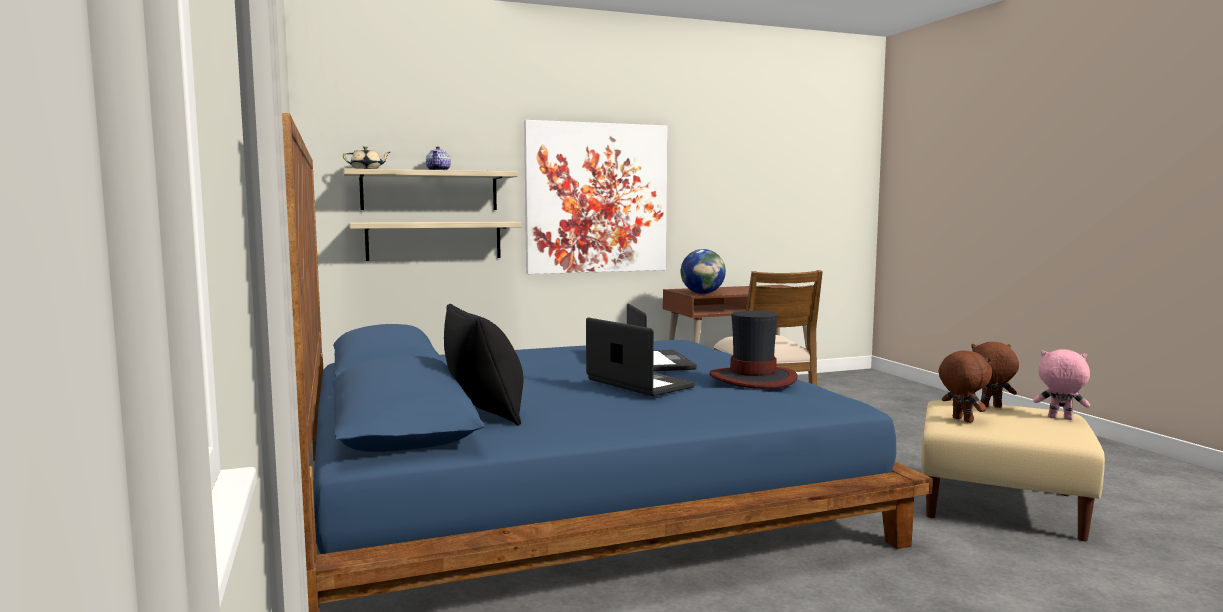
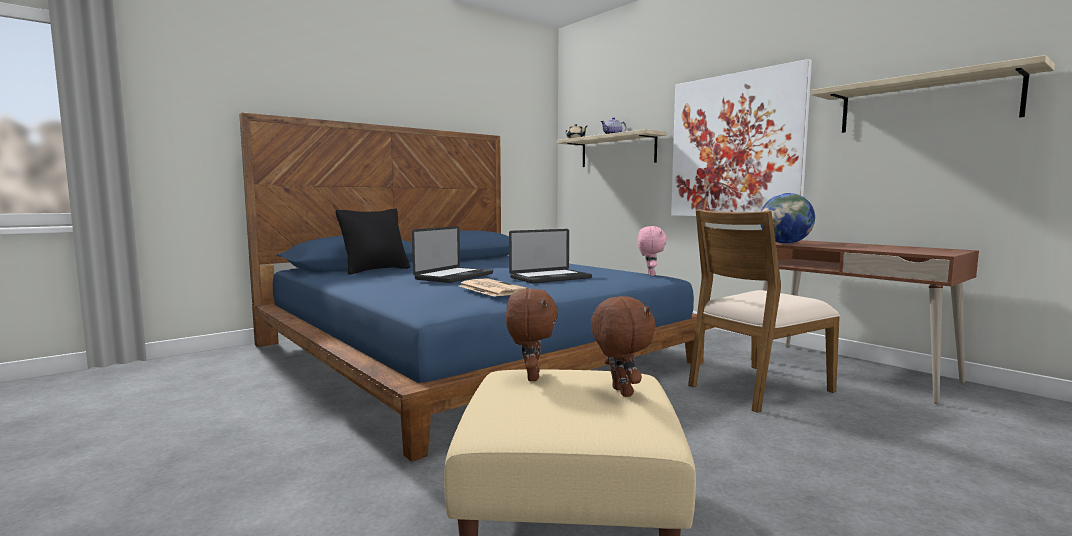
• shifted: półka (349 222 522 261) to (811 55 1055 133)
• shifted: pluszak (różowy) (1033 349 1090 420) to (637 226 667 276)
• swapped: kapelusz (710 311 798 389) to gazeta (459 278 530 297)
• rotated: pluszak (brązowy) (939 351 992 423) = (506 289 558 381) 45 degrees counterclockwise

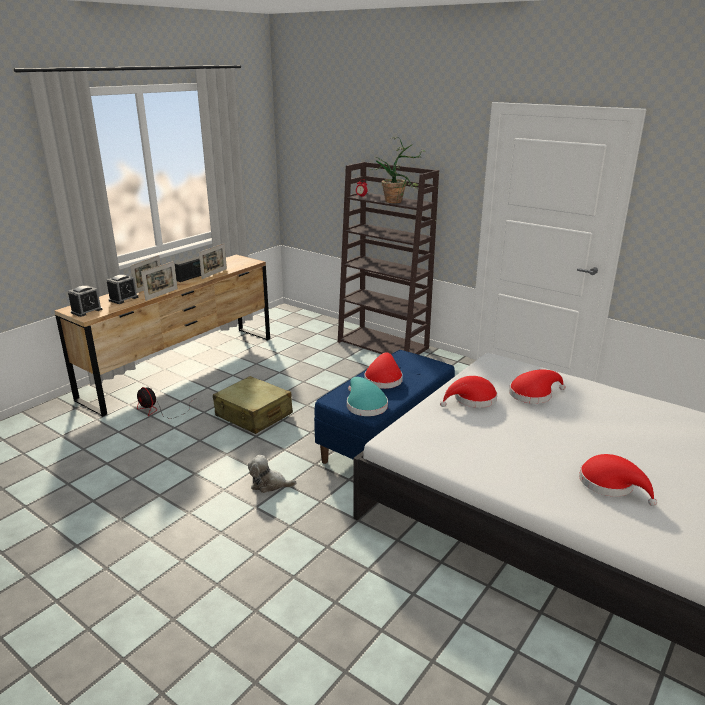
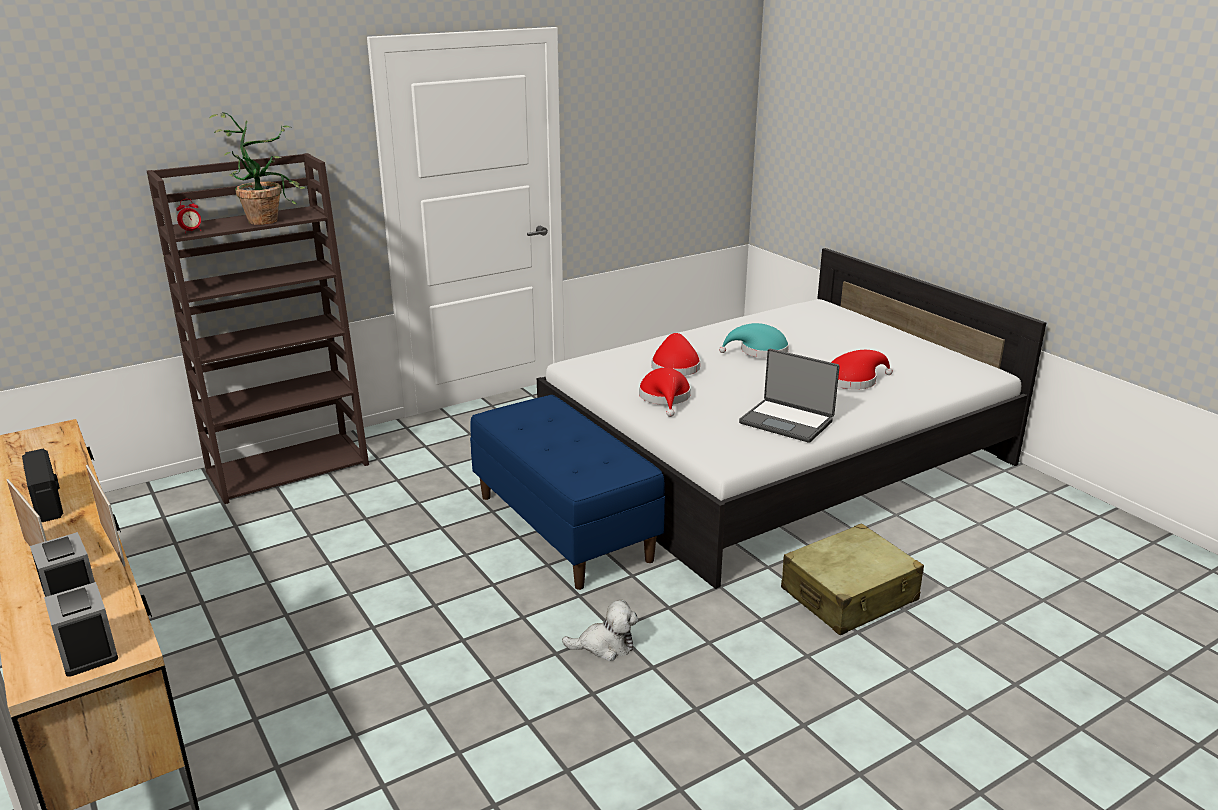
• gone: wentylator (137 387 196 419)
• gone: ramka na zdjęcie (199 243 227 279)
• gone: kapelusz (czerwony) (364 352 403 389)
• new: laptop (739 349 840 443)
• shifted: walizka (beżowy) (213 376 293 434) to (781 523 924 635)
• shifted: kapelusz (turkusowy) (347 377 388 416) to (719 323 789 358)
• rotated: pluszak (248 455 297 493) = (562 599 638 661) 120 degrees counterclockwise

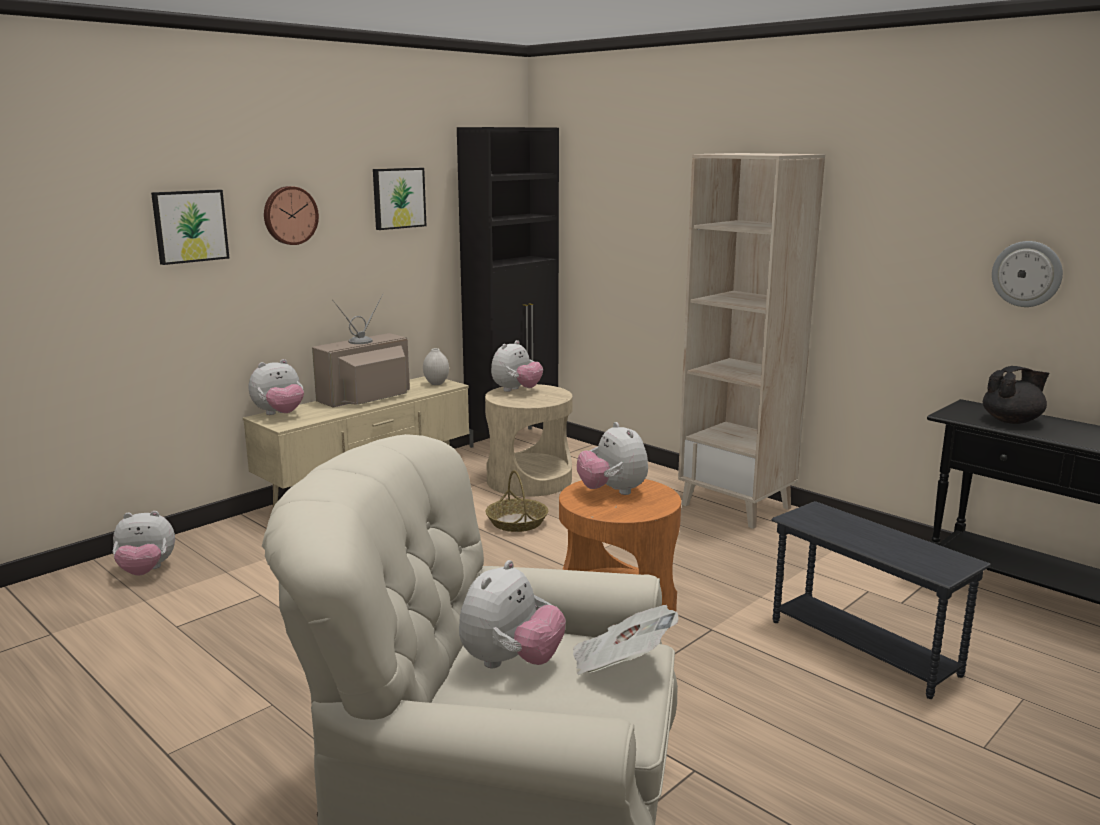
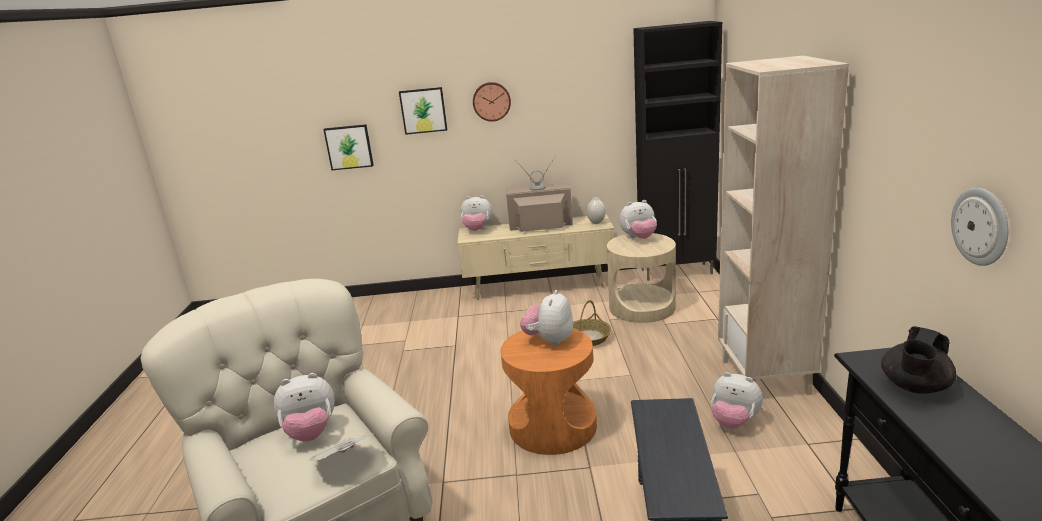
• shifted: pluszak (113 511 175 576) to (711 372 763 429)
• shifted: obraz (373 168 426 230) to (323 124 374 170)
• rotated: imbryk (czarny) (983 366 1049 424) = (881 326 956 394) 105 degrees clockwise

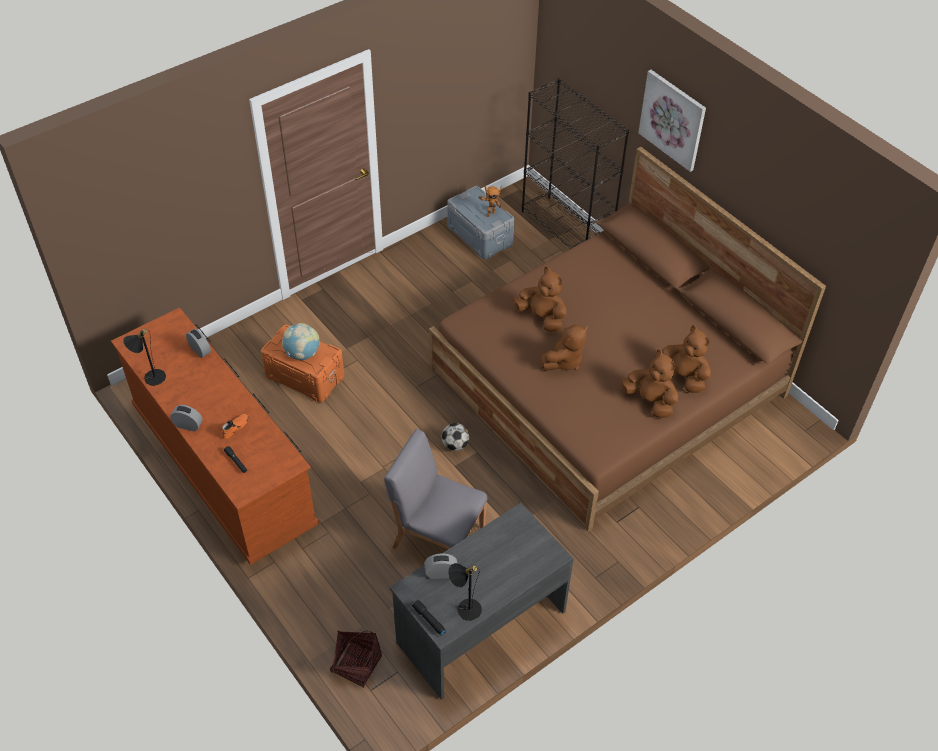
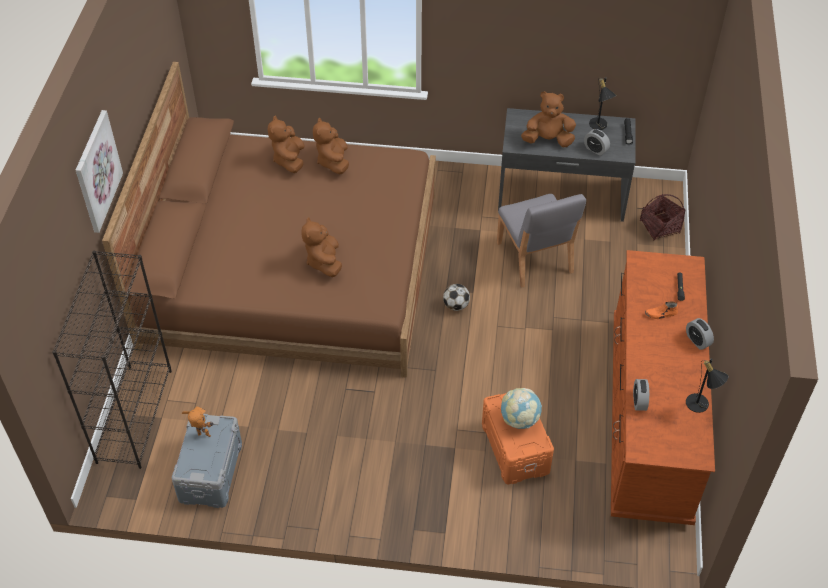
• shifted: pluszak (brązowy) (541 324 588 370) to (521 91 576 147)

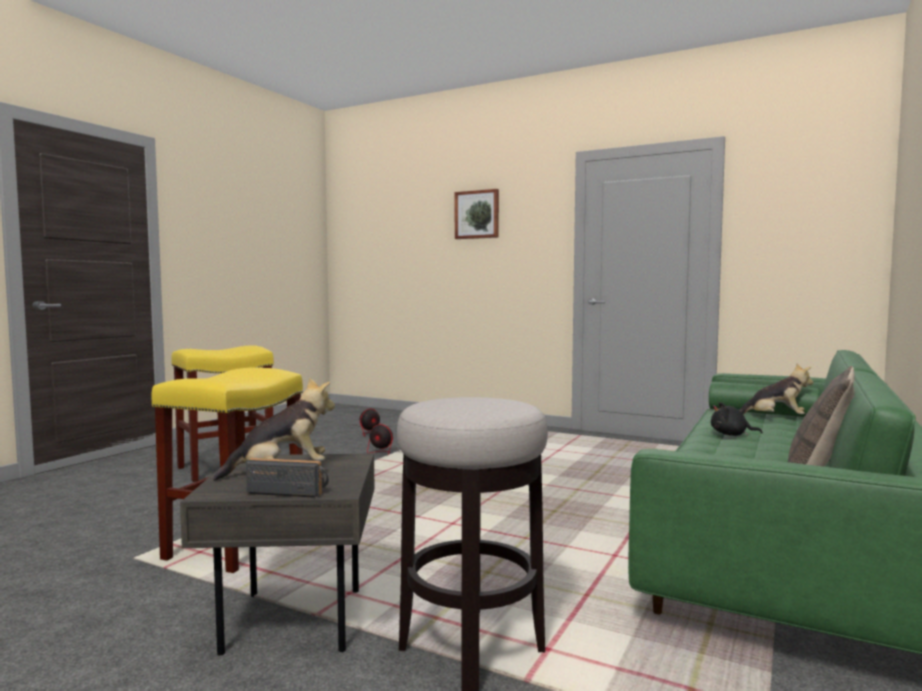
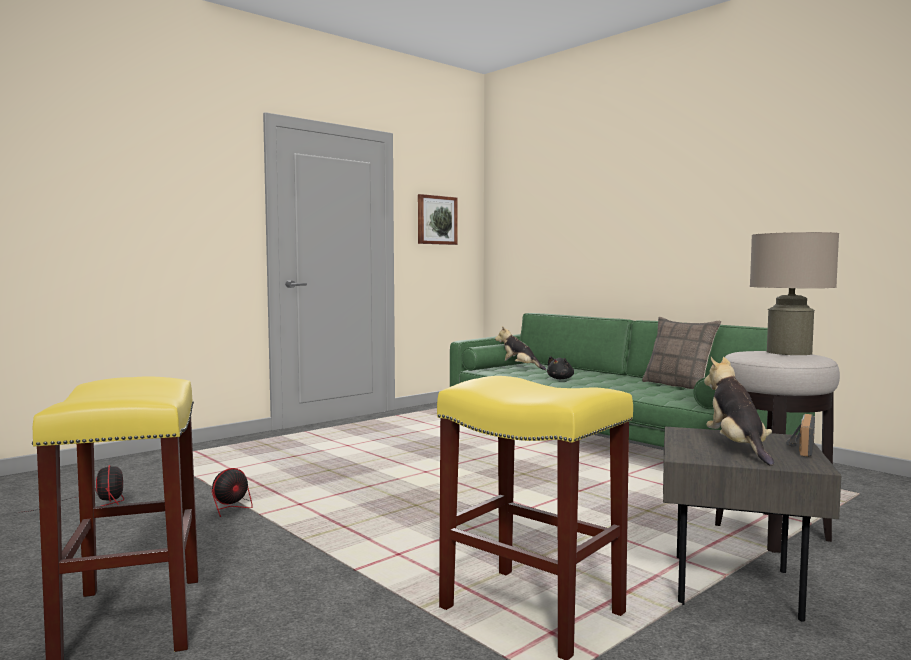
• new: lampa stołowa (beżowy) (750 232 839 355)
• shifted: obraz (455 189 499 239) to (418 194 457 245)
• rotated: pluszak (739 364 813 414) = (495 327 546 370) 90 degrees counterclockwise

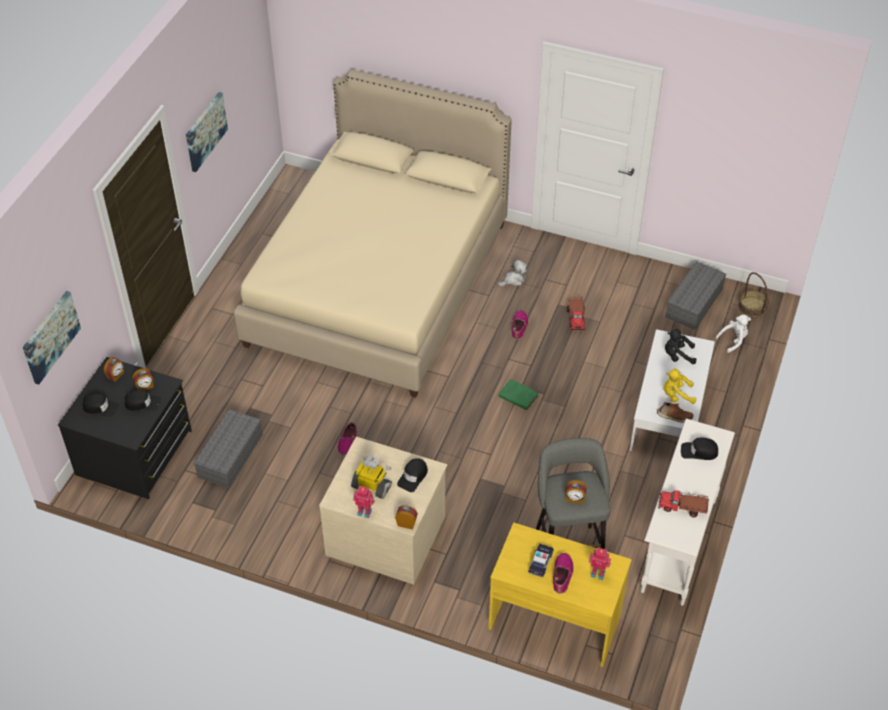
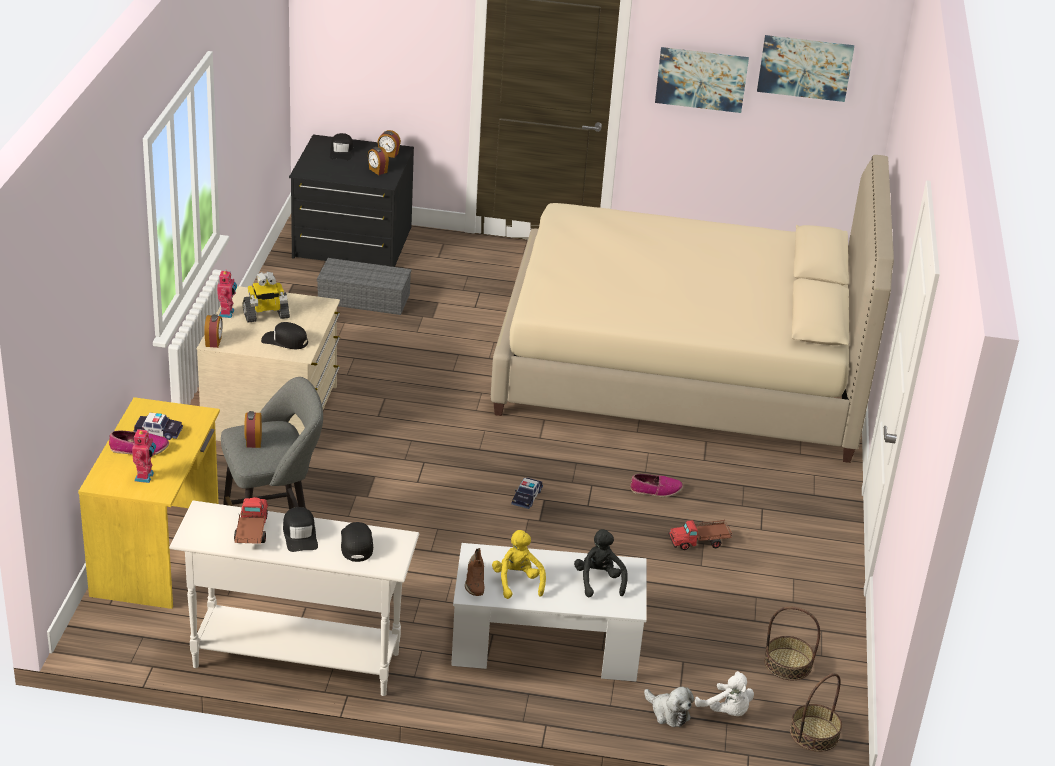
• gone: but (338 422 357 456)
• shifted: obraz (23 291 81 385) to (757 35 854 102)
• shifted: czapka z daszkiem (czarny) (124 390 161 411) to (283 507 318 552)
• shifted: pluszak (498 259 527 287) to (644 687 694 727)
• swapped: książka (zielony) (499 379 539 410) to samochodzik (511 477 543 509)
• swapped: pojemnik do przechowywania (szary) (665 261 726 330) to koszyk (764 606 820 680)
• rotated: robot zabawkowy (351 455 392 499) = (243 272 290 323) 60 degrees clockwise

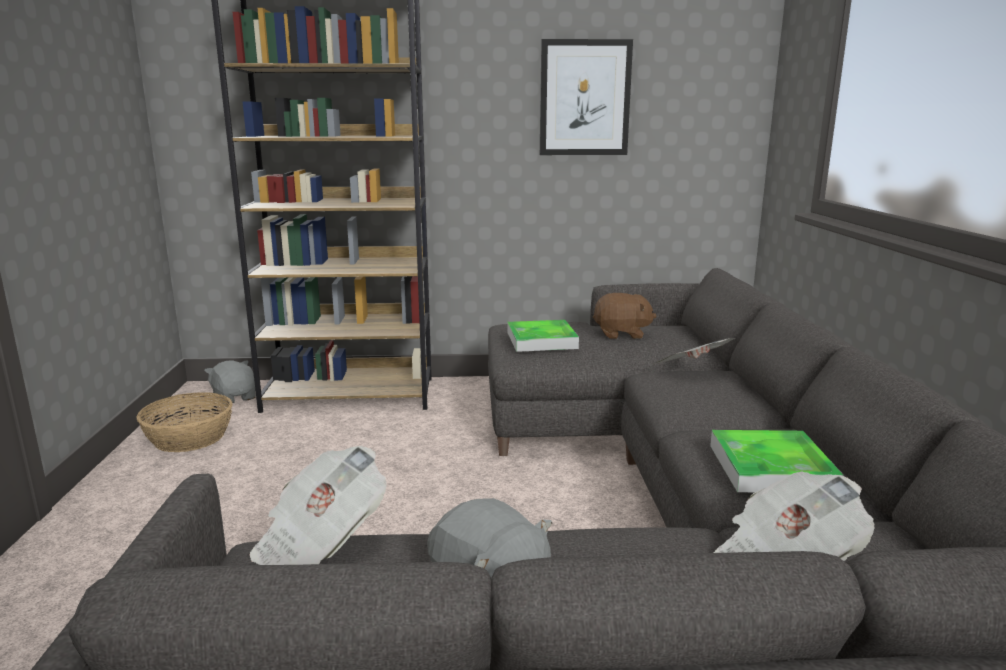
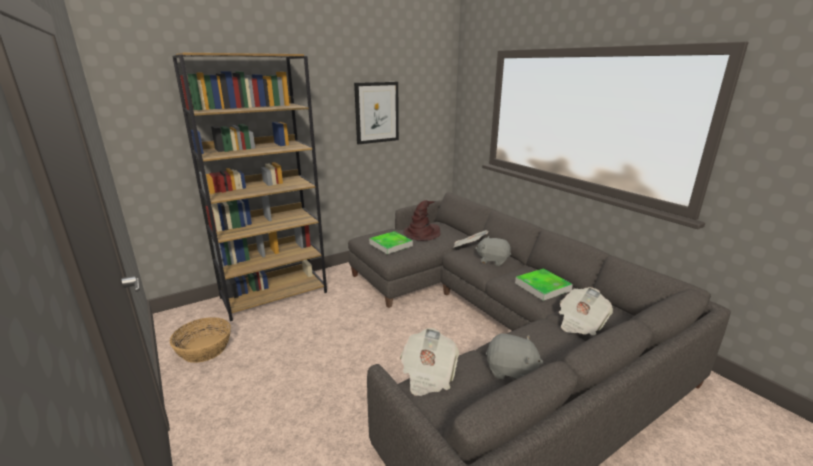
• shifted: pluszak (szary) (204 360 256 405) to (475 236 511 266)
• swapped: pluszak (brązowy) (593 293 656 339) to kapelusz (brązowy) (403 200 441 241)

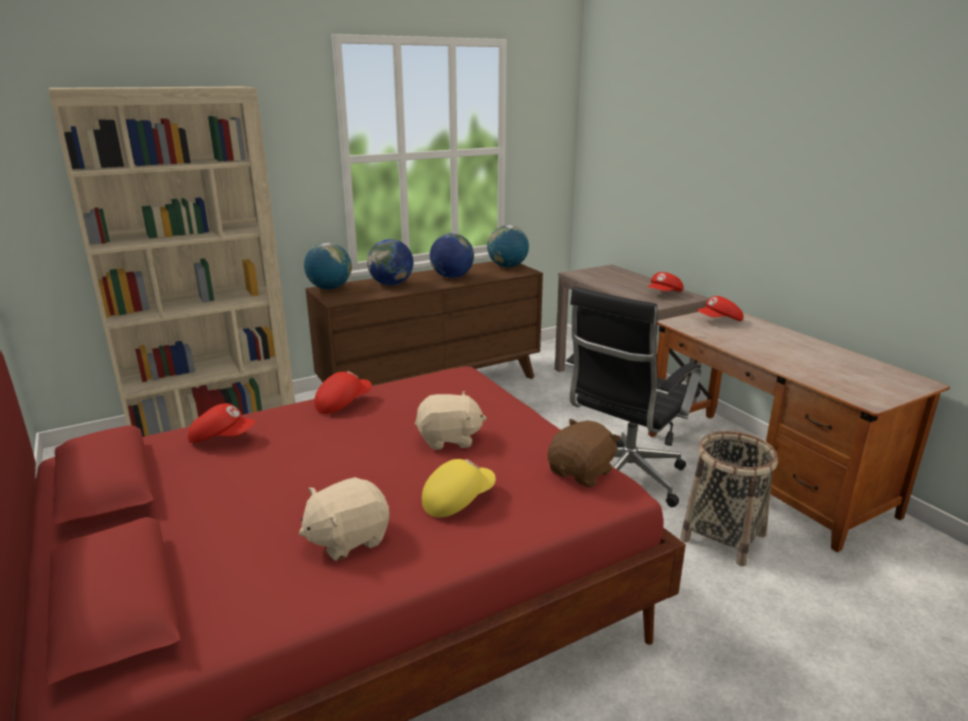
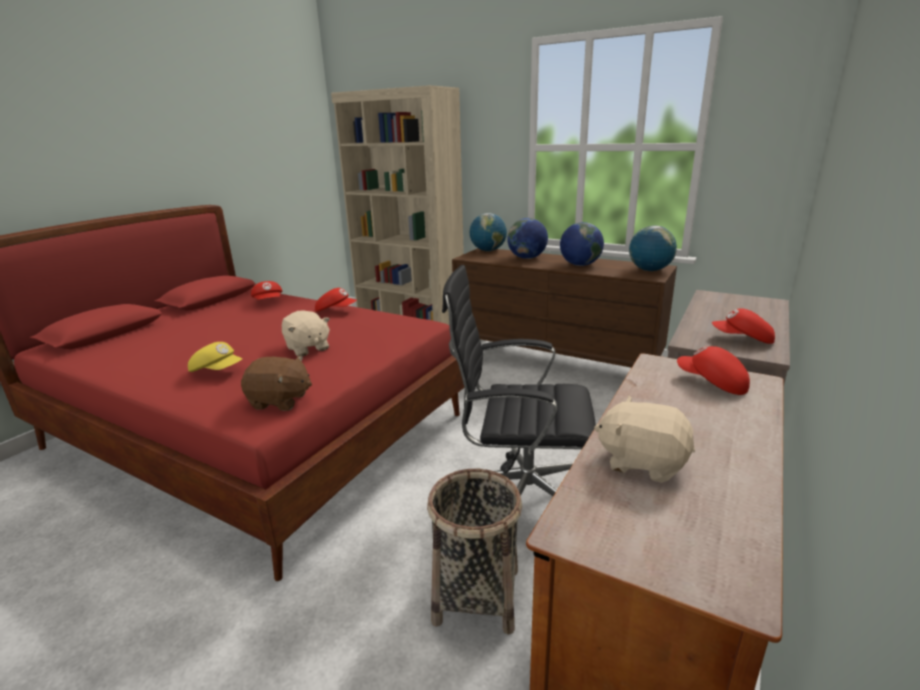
• shifted: pluszak (beżowy) (299 477 390 561) to (594 396 695 483)

